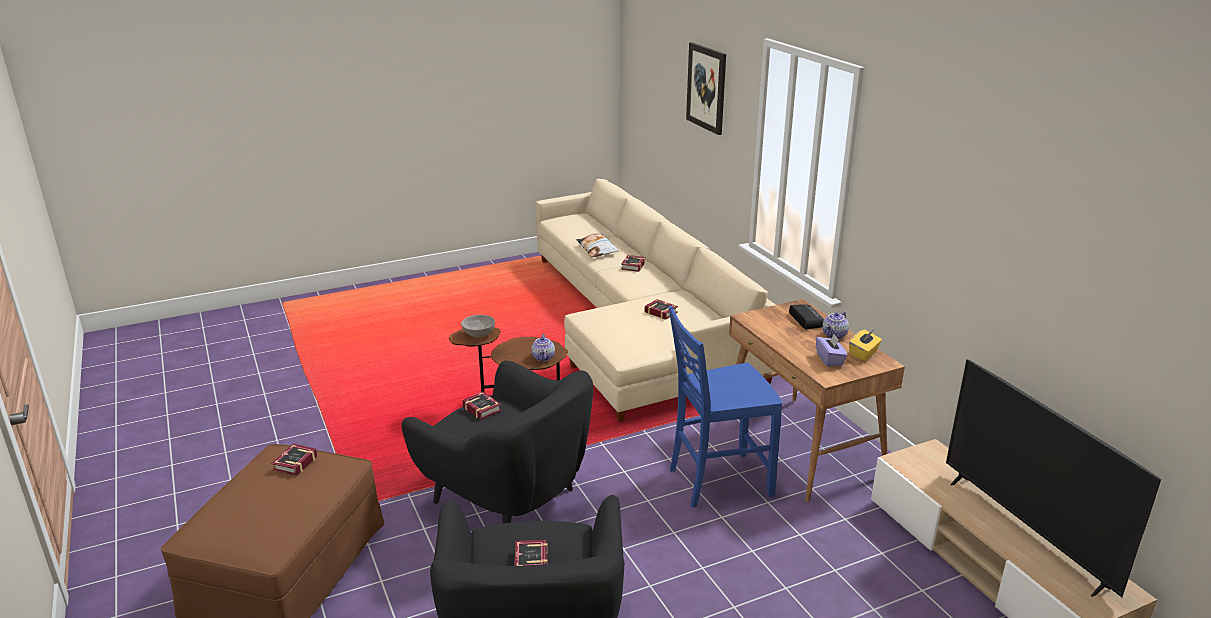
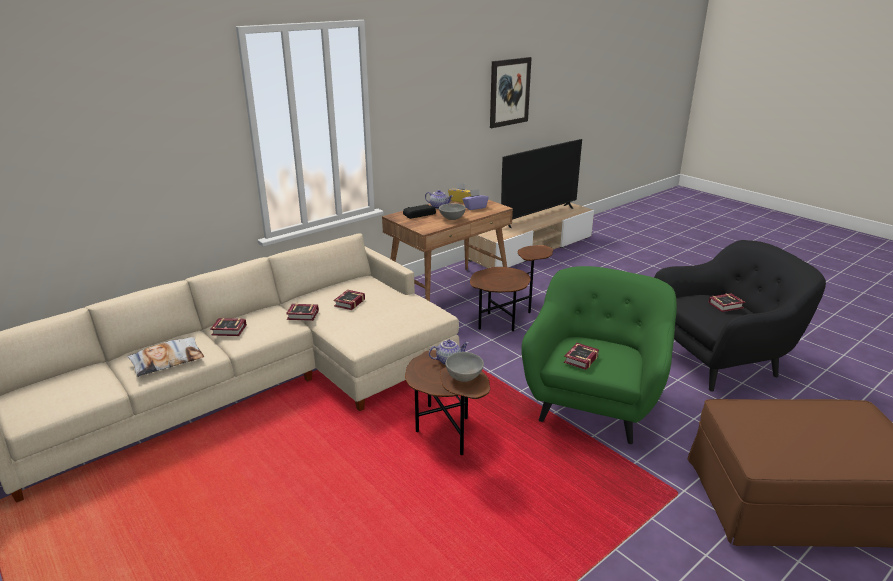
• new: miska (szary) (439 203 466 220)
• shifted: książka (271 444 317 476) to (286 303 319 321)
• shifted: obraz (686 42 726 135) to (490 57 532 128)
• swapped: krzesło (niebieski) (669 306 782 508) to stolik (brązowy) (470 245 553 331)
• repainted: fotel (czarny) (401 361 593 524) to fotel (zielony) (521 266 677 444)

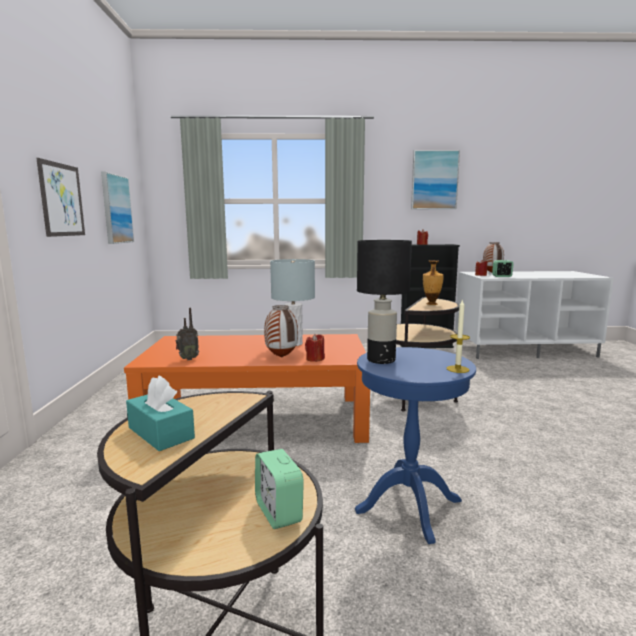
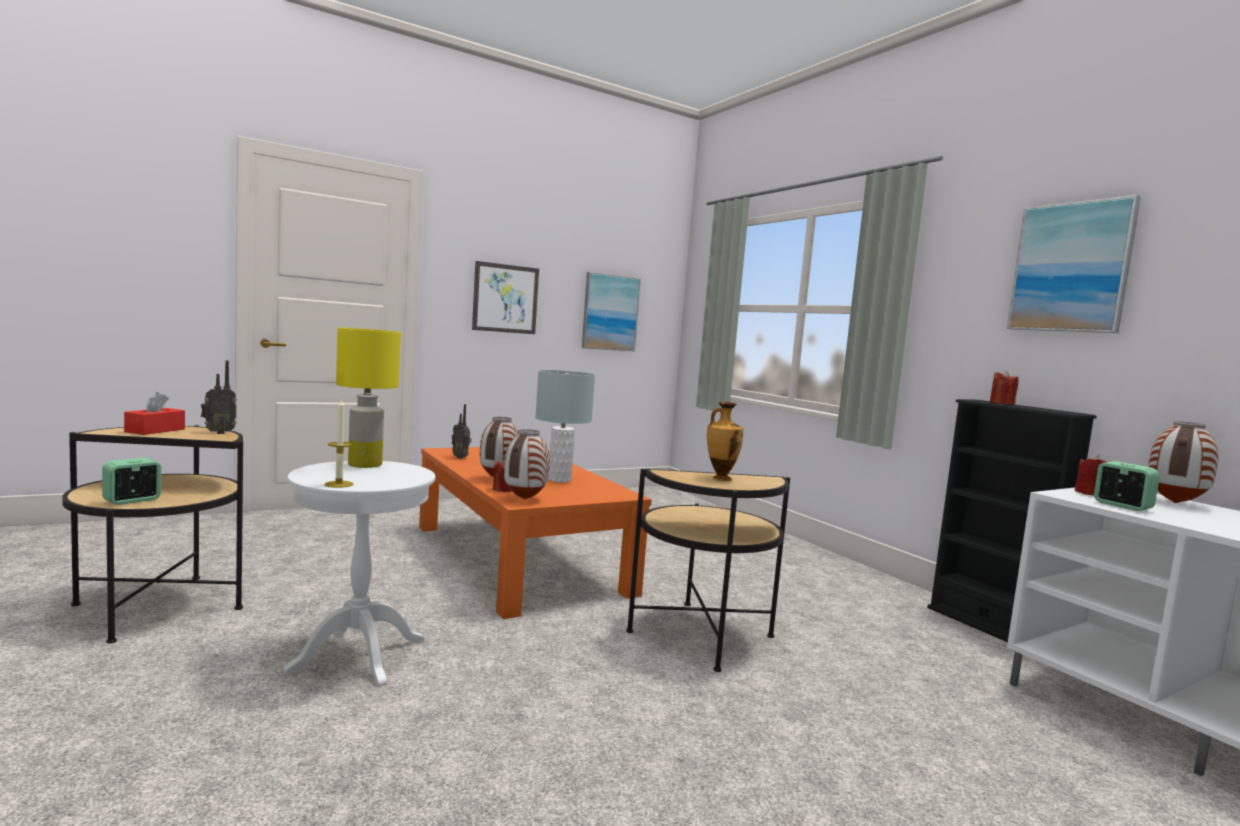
• new: radio (201 360 237 434)
• new: wazon (504 429 550 500)
• repainted: pudełko chusteczek (turkusowy) (126 375 195 451) to pudełko chusteczek (czerwony) (124 392 185 435)
• repainted: stolik (niebieski) (355 347 476 544) to stolik (biały) (283 461 435 687)
• repainted: lampa stołowa (czarny) (357 240 412 364) to lampa stołowa (żółty) (336 328 401 468)

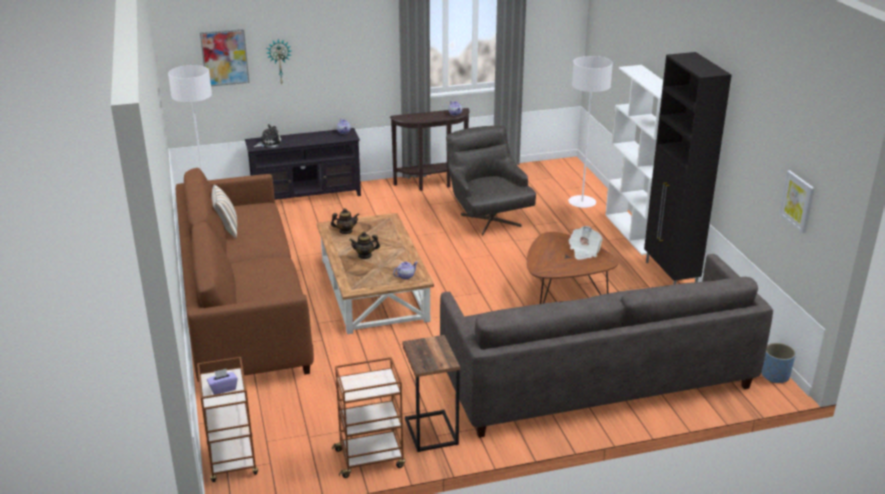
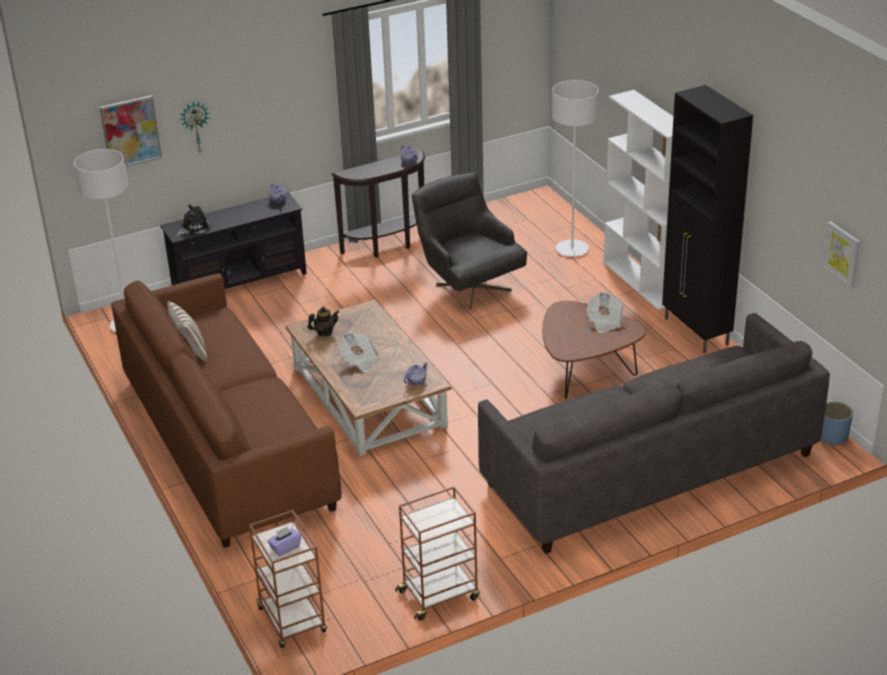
• gone: stolik (402 335 460 452)
• swapped: imbryk (350 232 380 259) to gazeta (338 333 380 372)

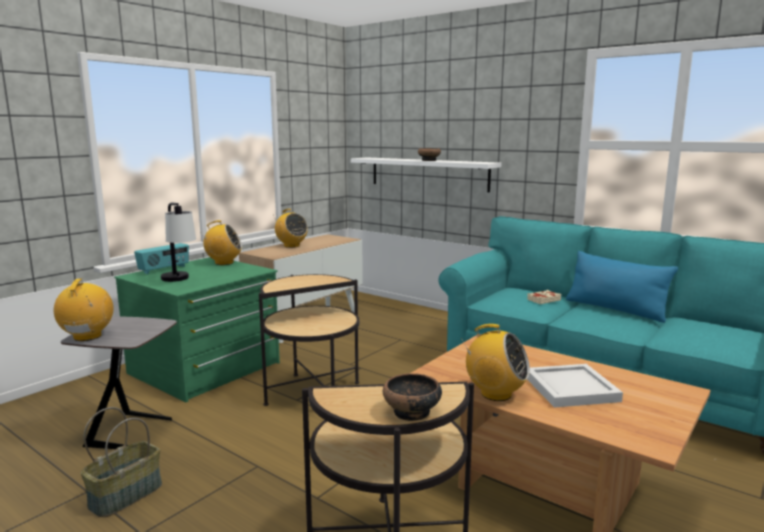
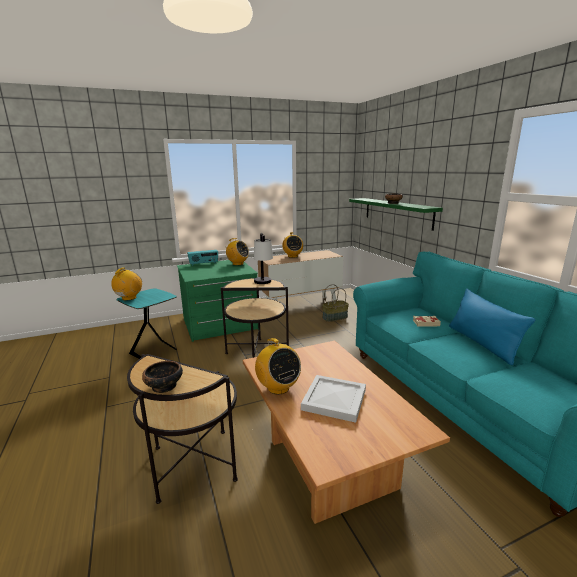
• shifted: koszyk (81 407 162 517) to (322 284 349 322)
• shifted: lampa stołowa (161 203 196 282) to (254 233 273 284)
• repainted: stolik (szary) (61 316 177 449) to stolik (turkusowy) (117 288 177 359)
• repainted: półka (biały) (351 158 501 192) to półka (zielony) (349 198 443 231)

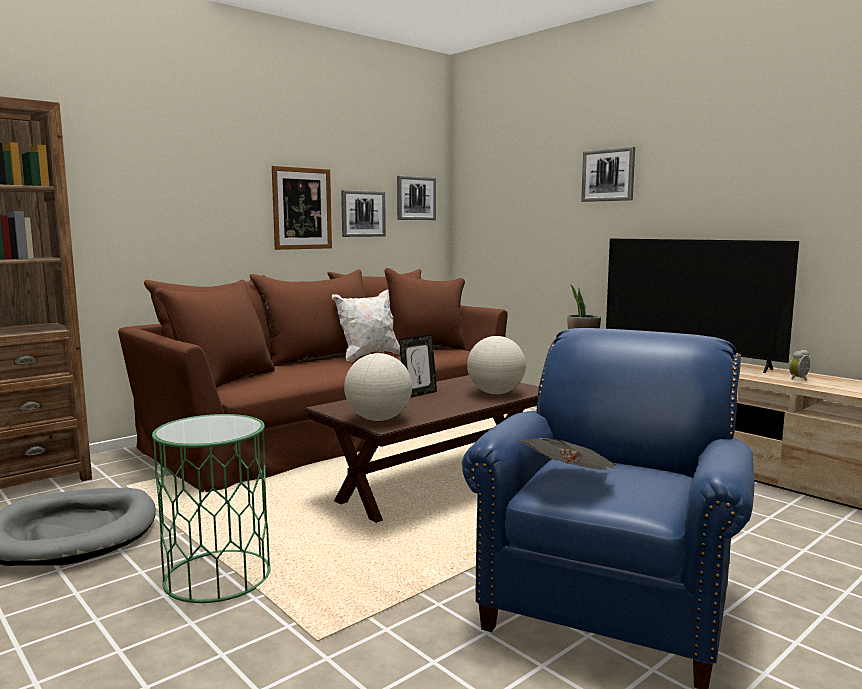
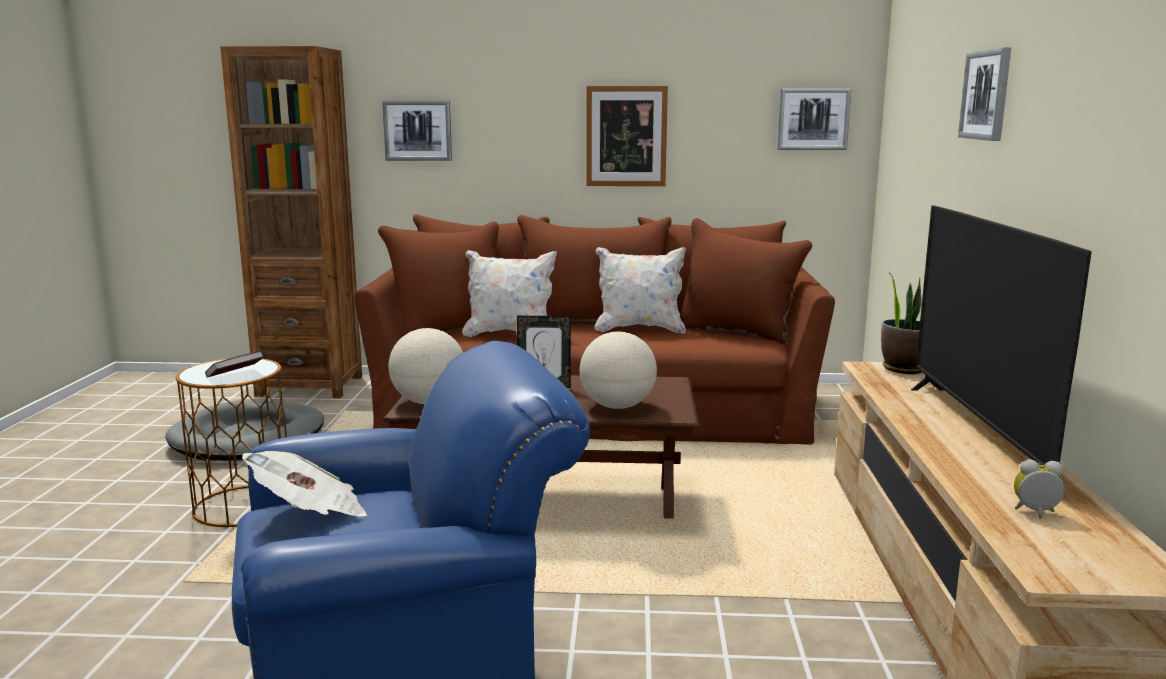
• new: książka (205 351 264 378)
• new: poduszka (biały) (462 250 557 337)
• shifted: obraz (341 190 386 237) to (382 101 452 161)
• repainted: stolik (zielony) (152 414 271 603) to stolik (brązowy) (176 359 287 527)

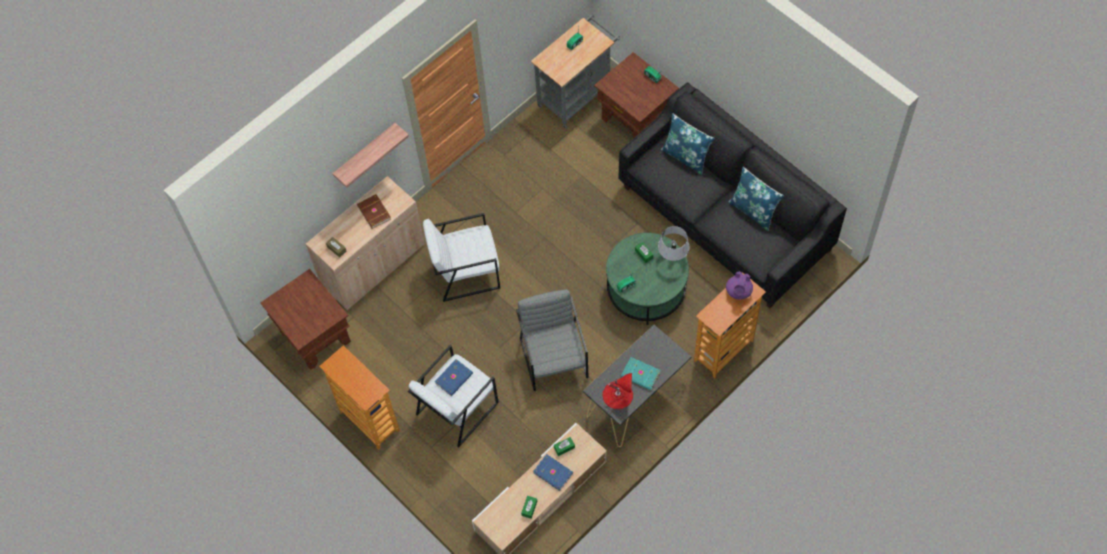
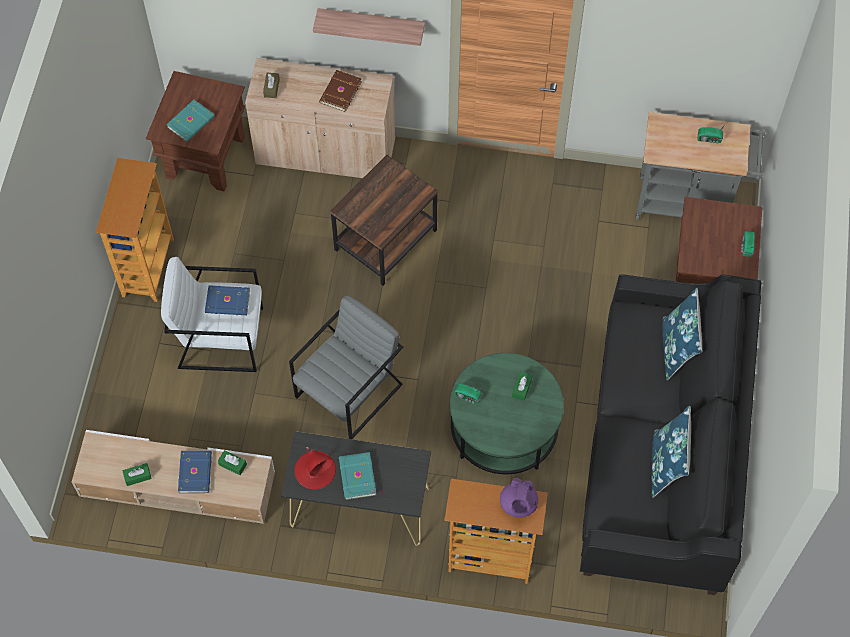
• gone: lampa stołowa (szary) (658 226 689 261)
• new: książka (turkusowy) (166 100 215 142)
• swapped: fotel (biały) (423 213 500 302) to stolik (brązowy) (330 155 438 286)
• rotated: imbryk (fioletowy) (726 271 753 300) = (500 478 538 518) 60 degrees counterclockwise

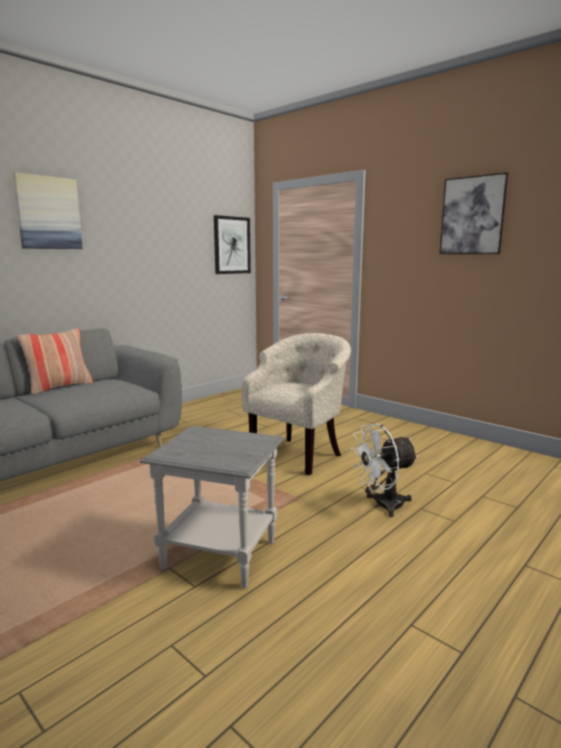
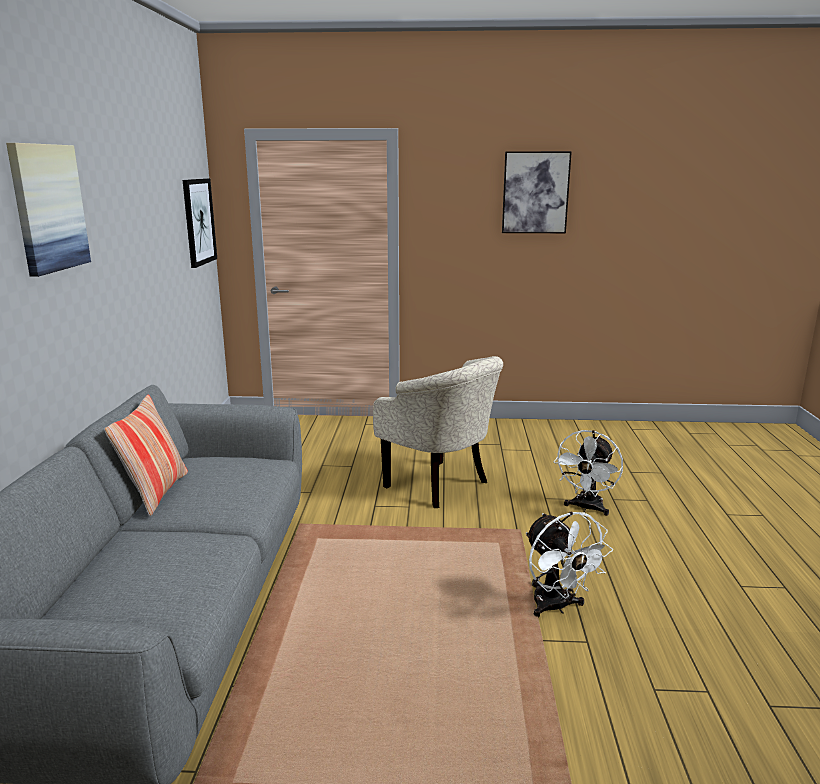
• swapped: stolik (szary) (140 426 284 588) to wentylator (biały) (526 511 613 618)
• rotated: fotel (beżowy) (242 333 351 475) = (373 356 503 508) 135 degrees clockwise

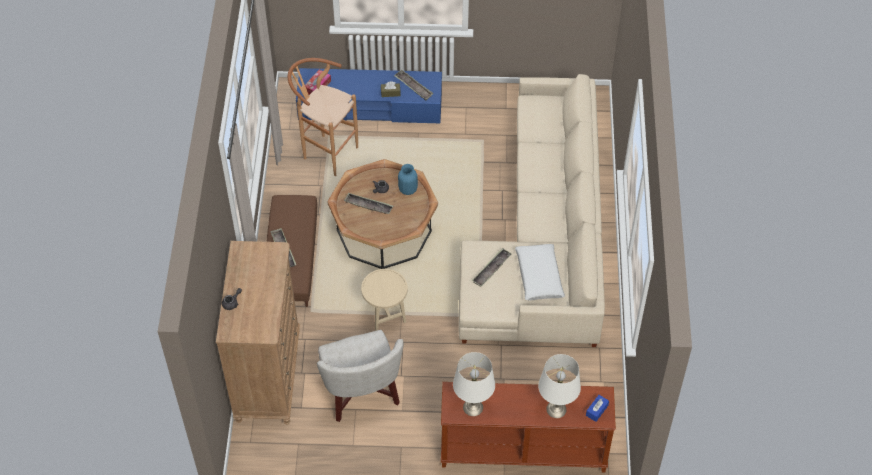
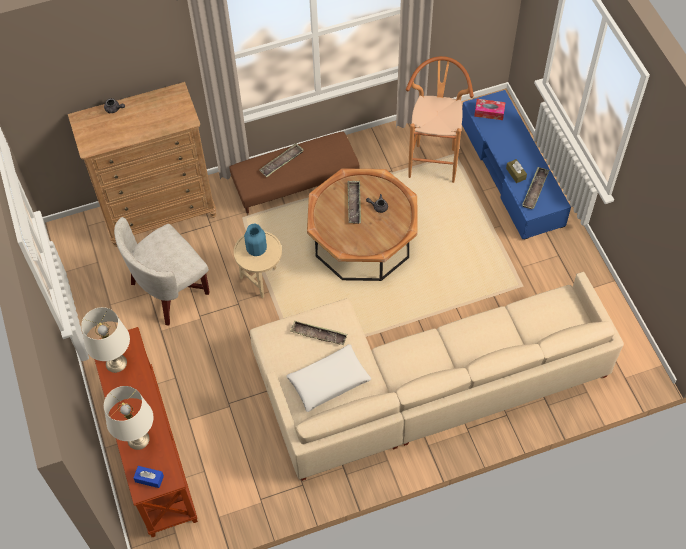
• shifted: wazon (niebieski) (398 164 418 195) to (244 224 267 256)

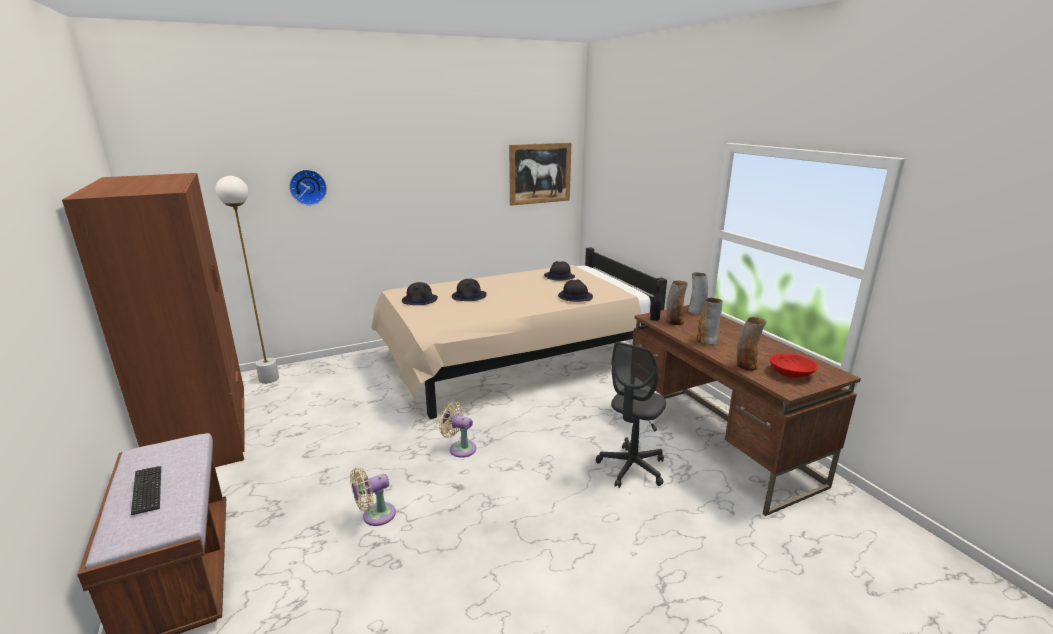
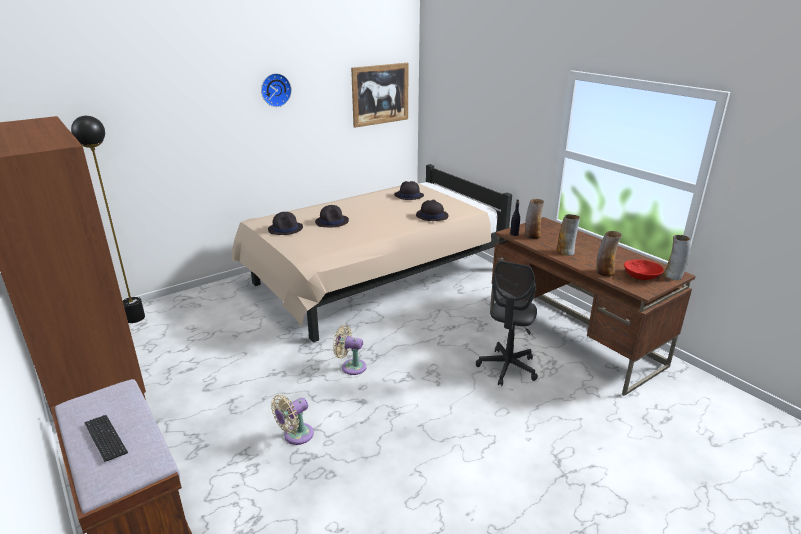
• shifted: zegar ścienny (289 170 327 205) to (261 73 292 107)
• shifted: wazon (688 272 708 314) to (664 235 691 280)
• repainted: lampa stojąca (biały) (215 176 279 384) to lampa stojąca (czarny) (71 116 145 323)

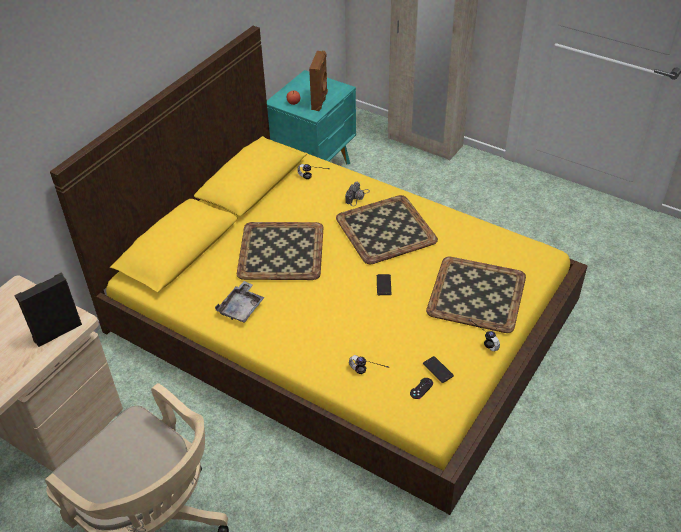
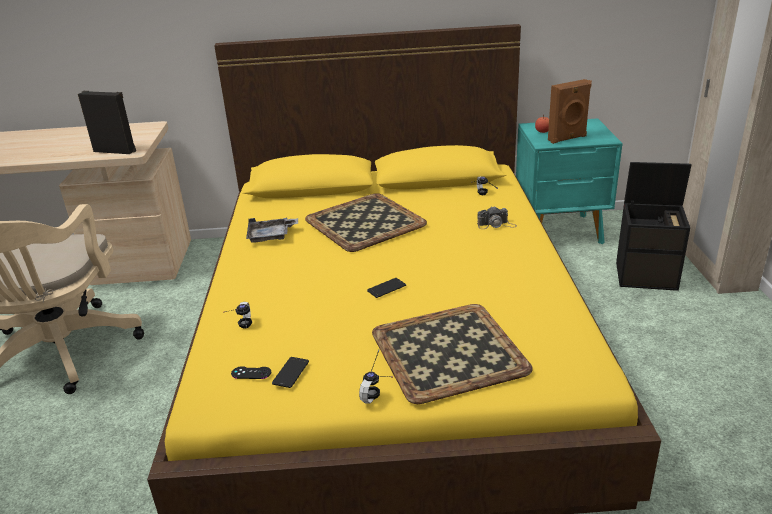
• gone: taca (336 195 438 265)
• new: pojemnik do przechowywania (czarny) (616 162 692 291)

